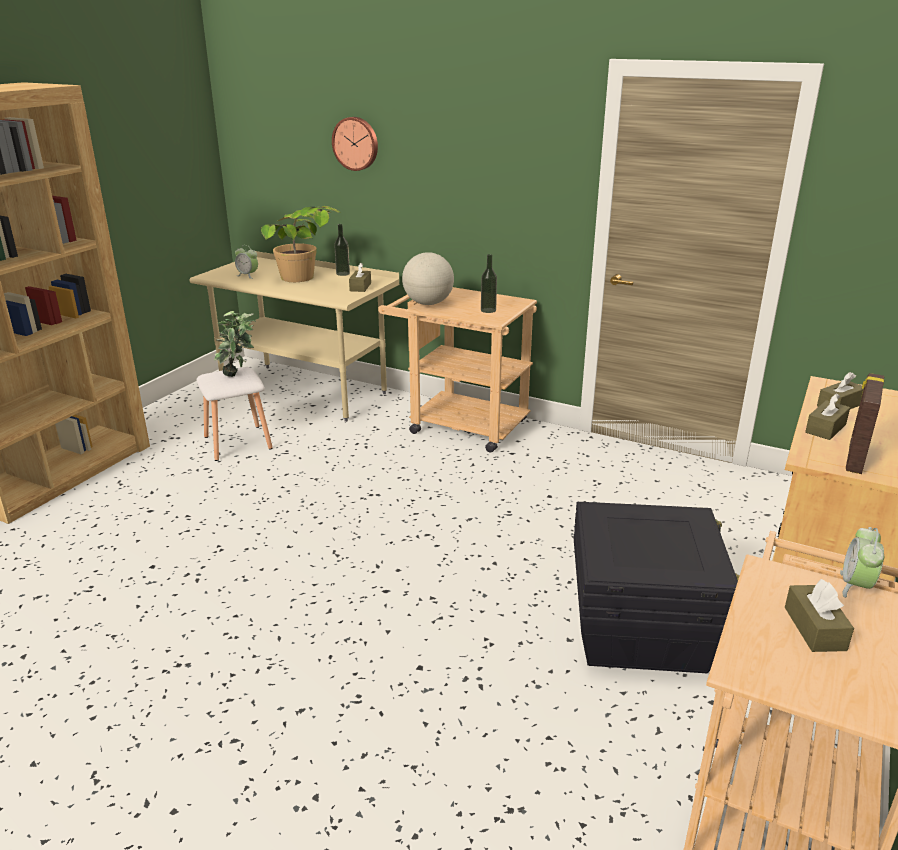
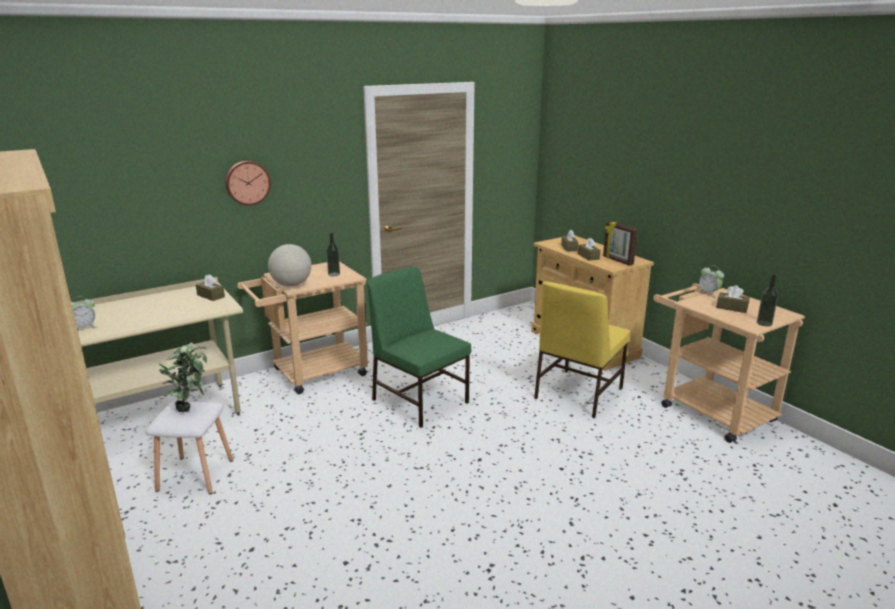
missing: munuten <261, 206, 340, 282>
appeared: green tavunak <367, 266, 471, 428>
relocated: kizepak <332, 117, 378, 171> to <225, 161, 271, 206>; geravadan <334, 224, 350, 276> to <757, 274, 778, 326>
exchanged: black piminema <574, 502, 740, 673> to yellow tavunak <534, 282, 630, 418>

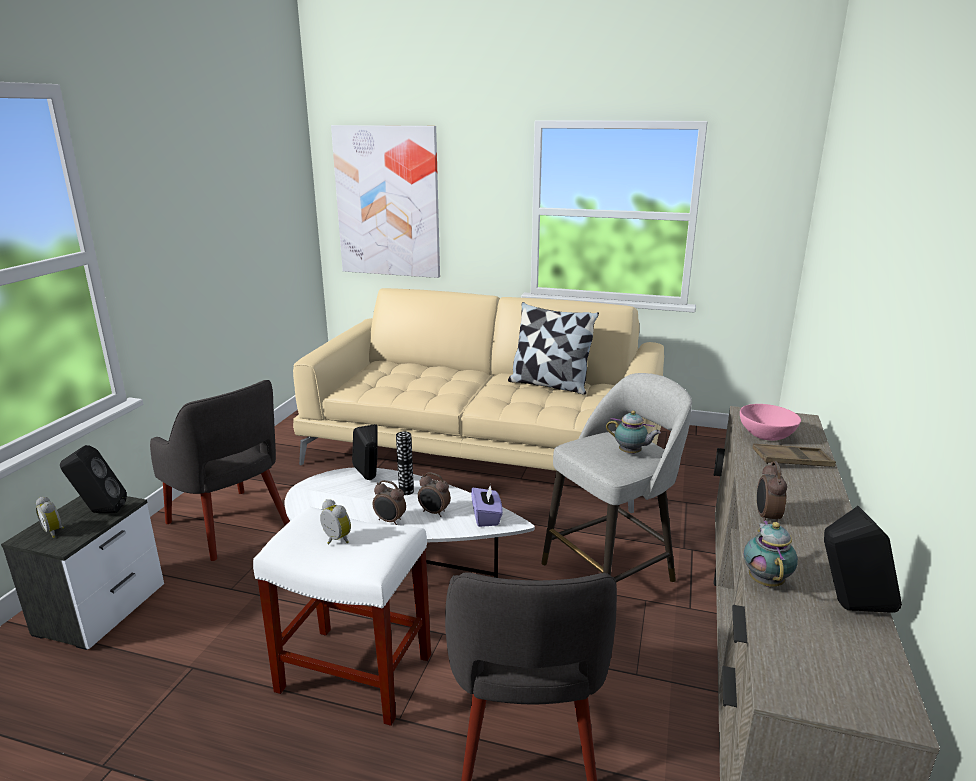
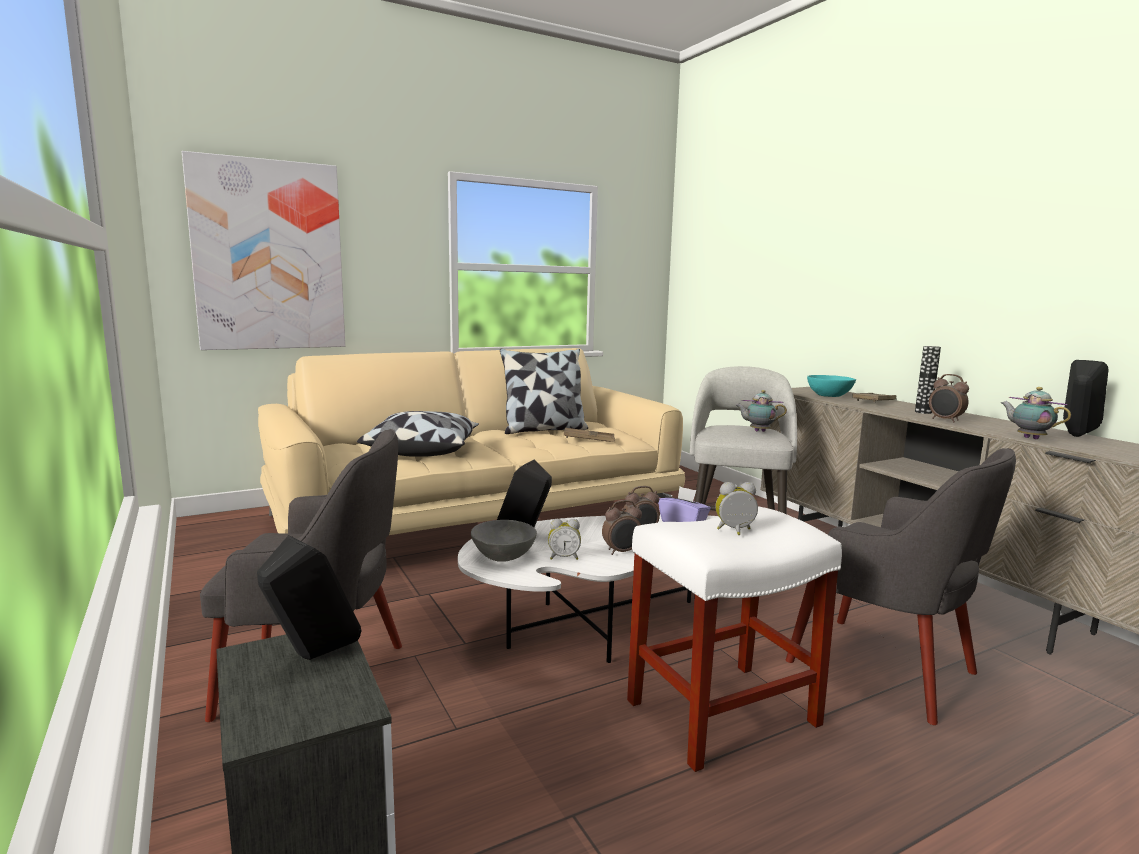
appeared: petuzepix <357, 411, 479, 457>; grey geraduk <471, 520, 537, 562>; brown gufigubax <564, 428, 615, 442>
relocated: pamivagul <36, 497, 64, 538> to <548, 519, 581, 560>; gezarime <396, 431, 414, 495> to <915, 346, 941, 414>
colour: pink geraduk <740, 404, 801, 441> to turquoise geraduk <807, 375, 856, 397>
spun: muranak <606, 411, 661, 454> = <735, 390, 787, 432> 150 degrees counterclockwise

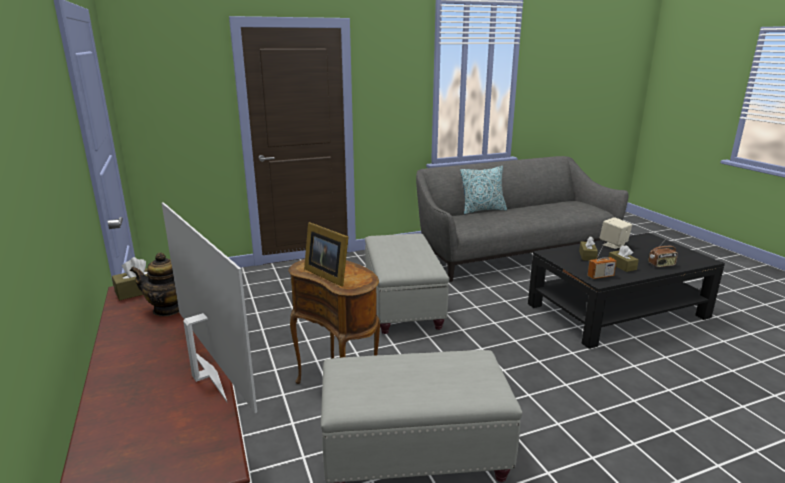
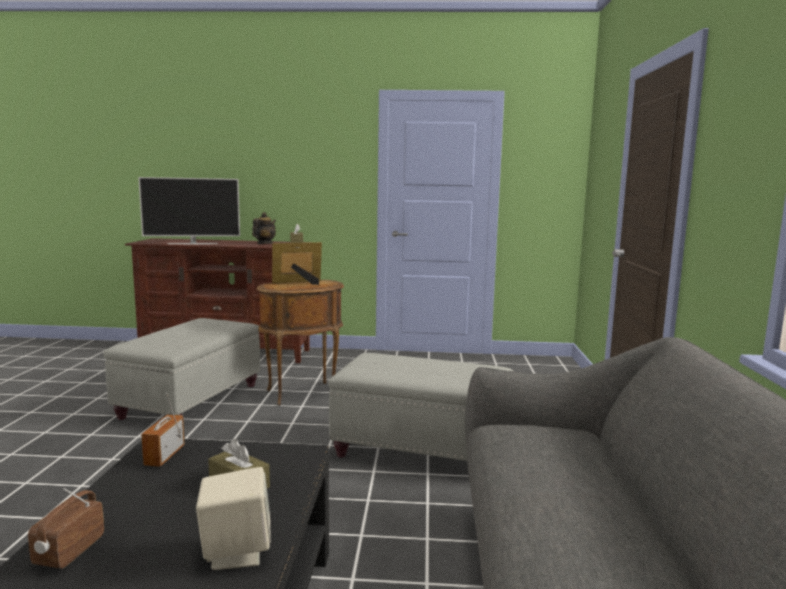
missing: petuzepix <460, 166, 507, 214>; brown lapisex <609, 245, 639, 272>

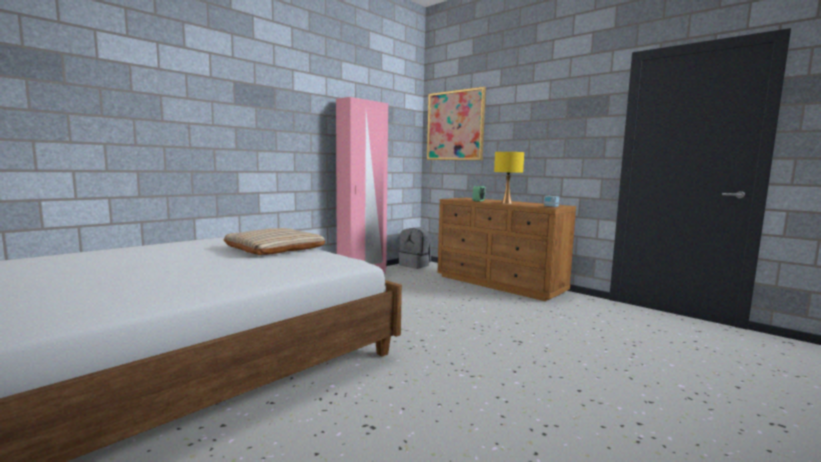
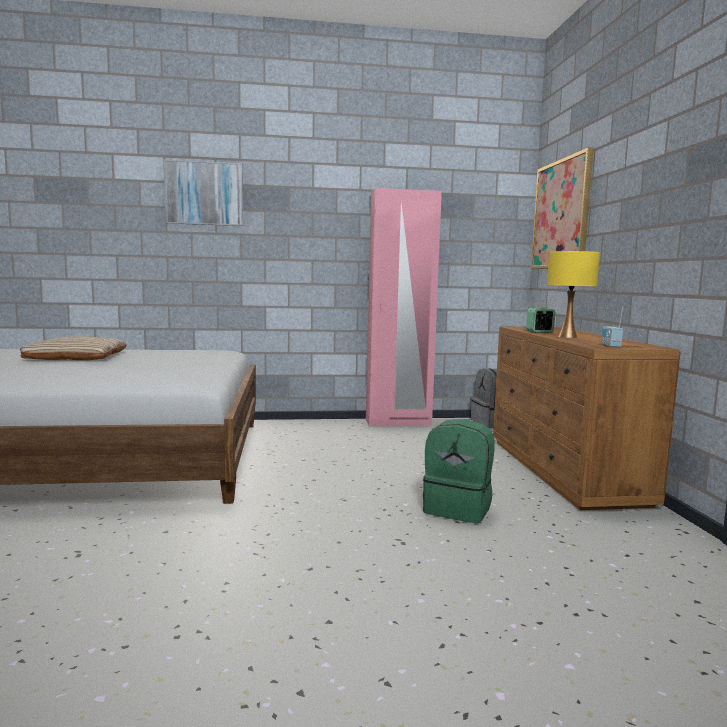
appeared: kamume <164, 160, 243, 226>; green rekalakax <423, 419, 495, 524>
relocated: beige petuzepix <224, 228, 325, 255> to <20, 336, 127, 360>

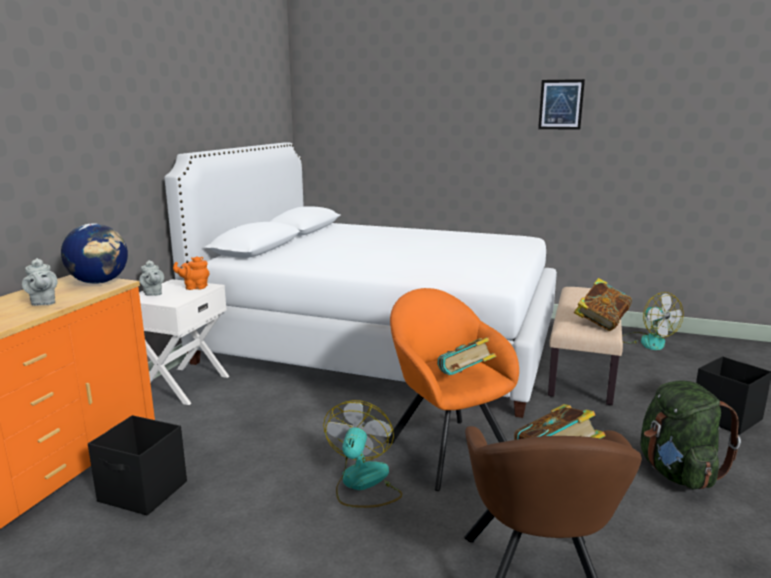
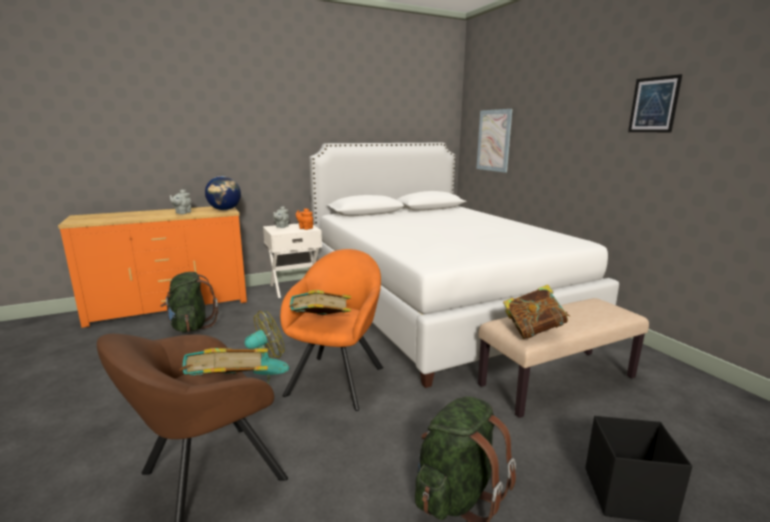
missing: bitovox <622, 292, 683, 350>
appeared: kamume <476, 109, 512, 173>
exchanged: black piminema <88, 415, 187, 515> to green rekalakax <161, 272, 218, 332>

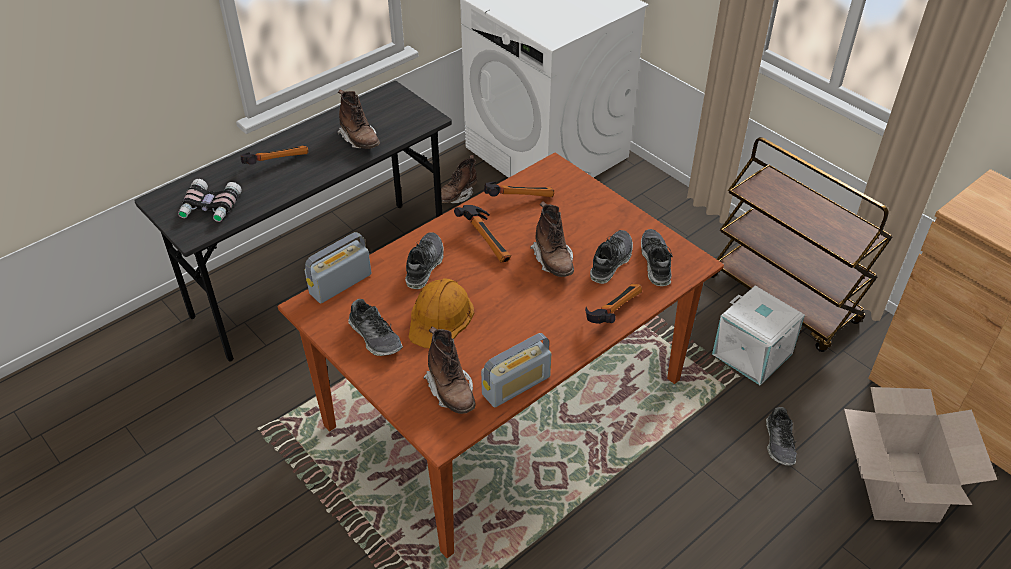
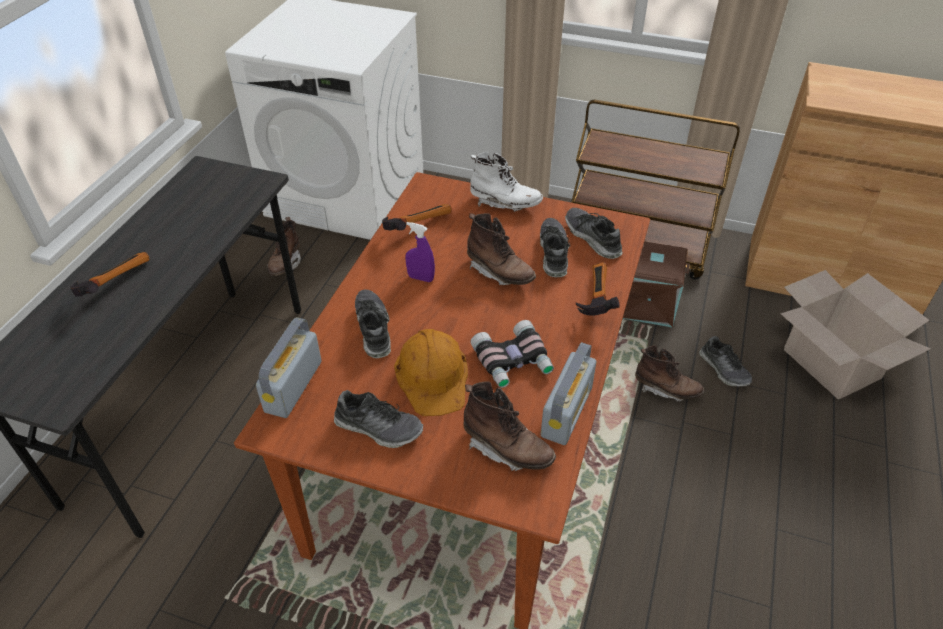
appeared: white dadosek <470, 152, 543, 212>
relocated: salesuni <178, 179, 242, 222> to <470, 320, 554, 388>; brown dadosek <337, 90, 380, 149> to <635, 345, 704, 402>
exchanged: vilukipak <454, 205, 511, 262> to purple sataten <405, 222, 435, 282>
colour: white piminema <712, 286, 805, 385> to brown piminema <623, 242, 690, 328>

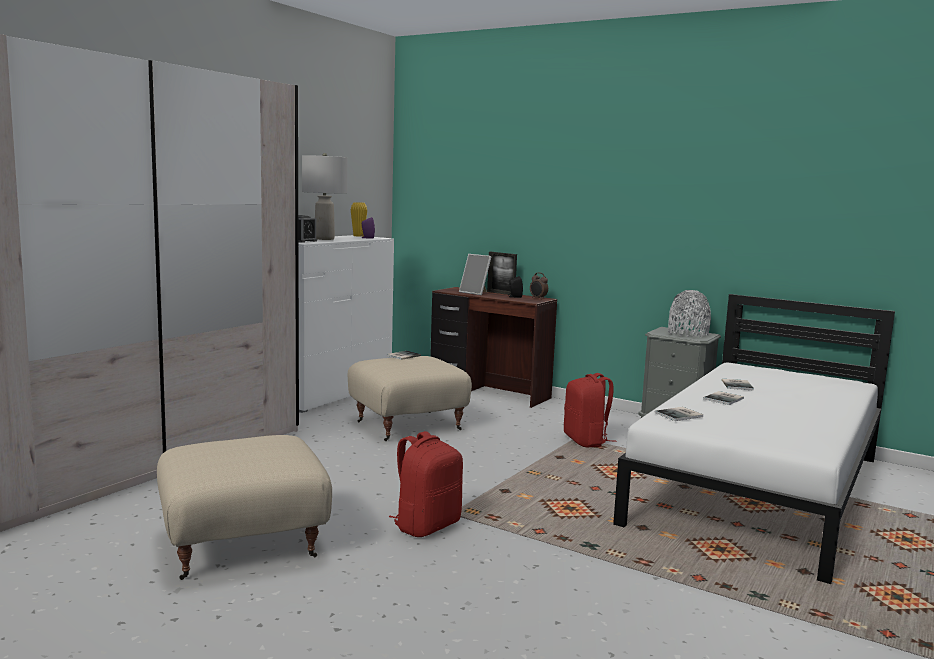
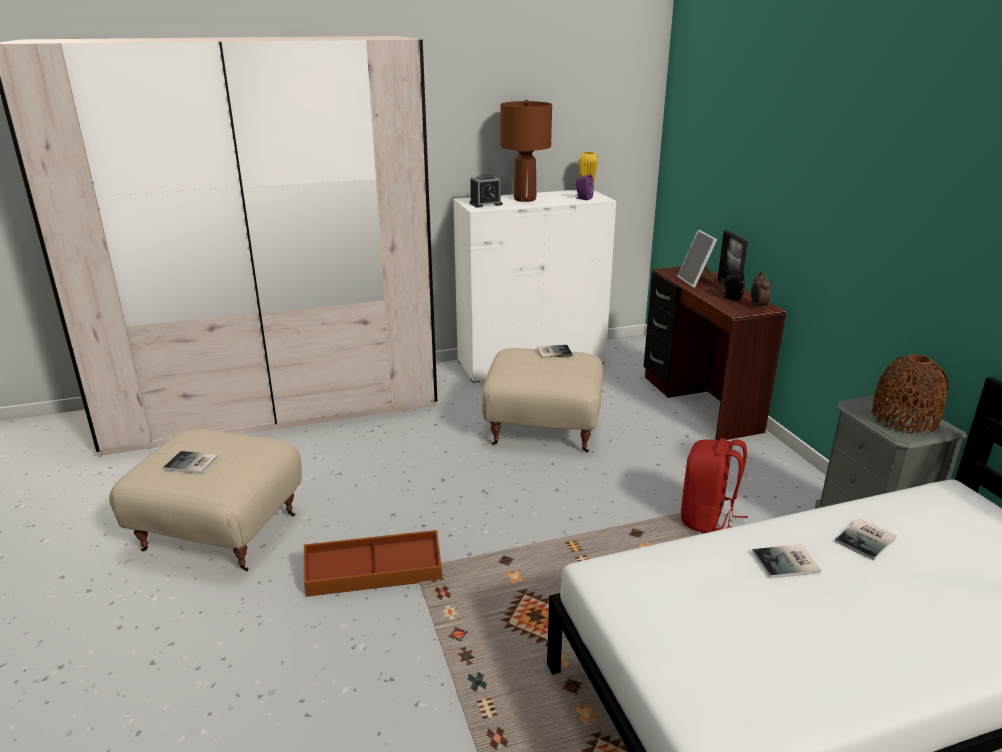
relocated: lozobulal <655, 407, 703, 421> to <163, 451, 219, 474>
exchanged: red rekalakax <389, 431, 463, 537> to brown piminema <304, 530, 442, 597>
colour: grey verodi <302, 153, 347, 240> to brown verodi <500, 100, 552, 202>; grey gezarime <668, 290, 711, 338> to brown gezarime <871, 354, 949, 434>

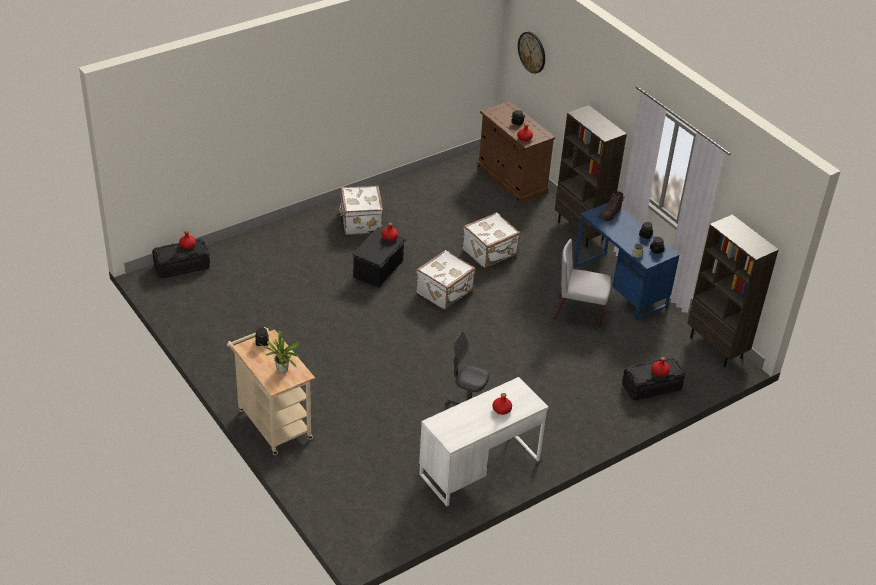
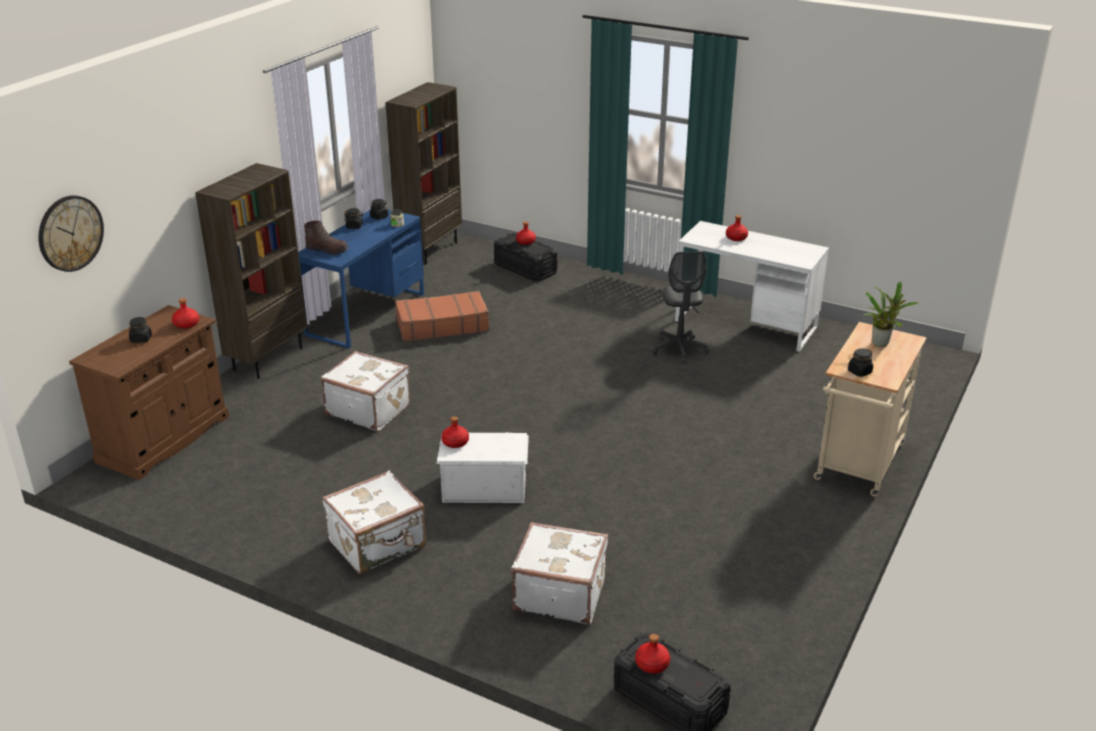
relocated: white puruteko <416, 250, 475, 310> to <511, 522, 608, 624>
exchanged: grey tavunak <553, 239, 612, 329> to brown puruteko <395, 291, 489, 342>
colour: black piminema <352, 227, 406, 287> to white piminema <436, 432, 529, 503>

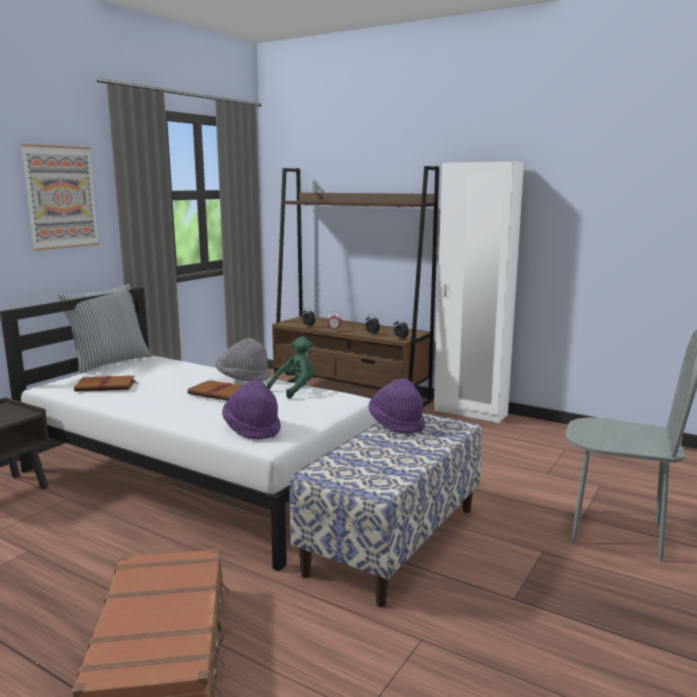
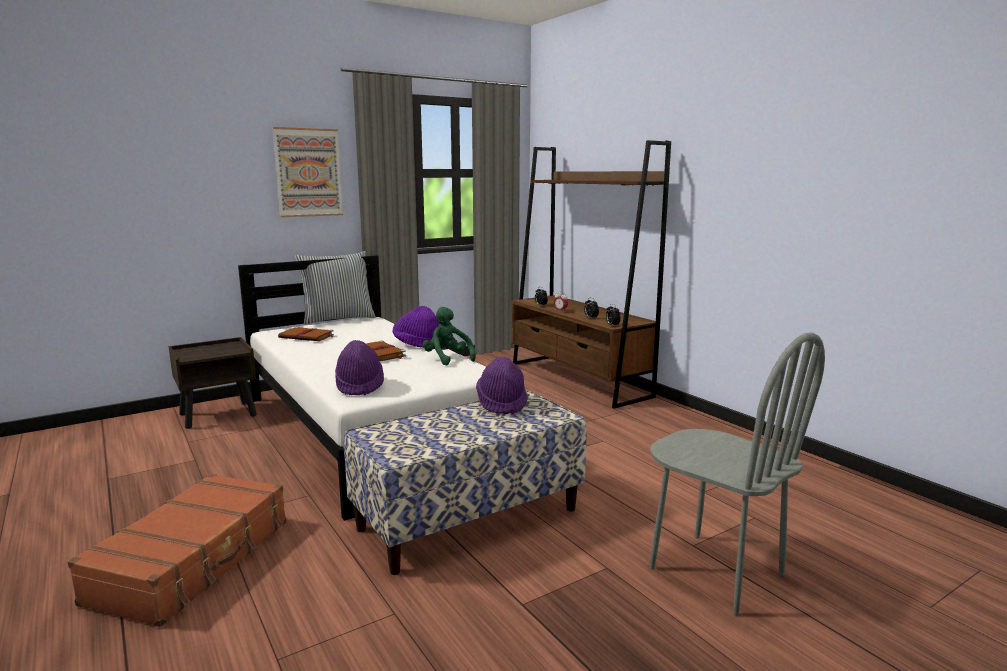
missing: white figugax <434, 161, 524, 423>
colour: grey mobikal <216, 338, 270, 381> to purple mobikal <393, 306, 439, 348>
spun: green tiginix <267, 337, 315, 399> = <423, 307, 476, 366> 105 degrees counterclockwise

